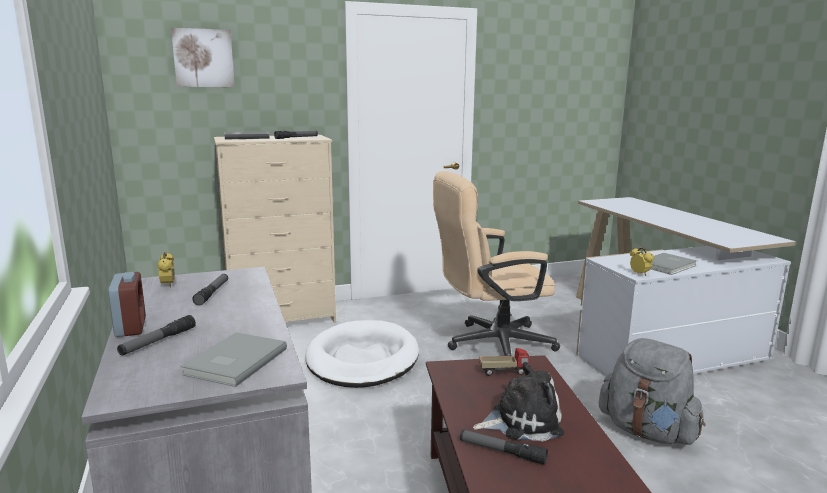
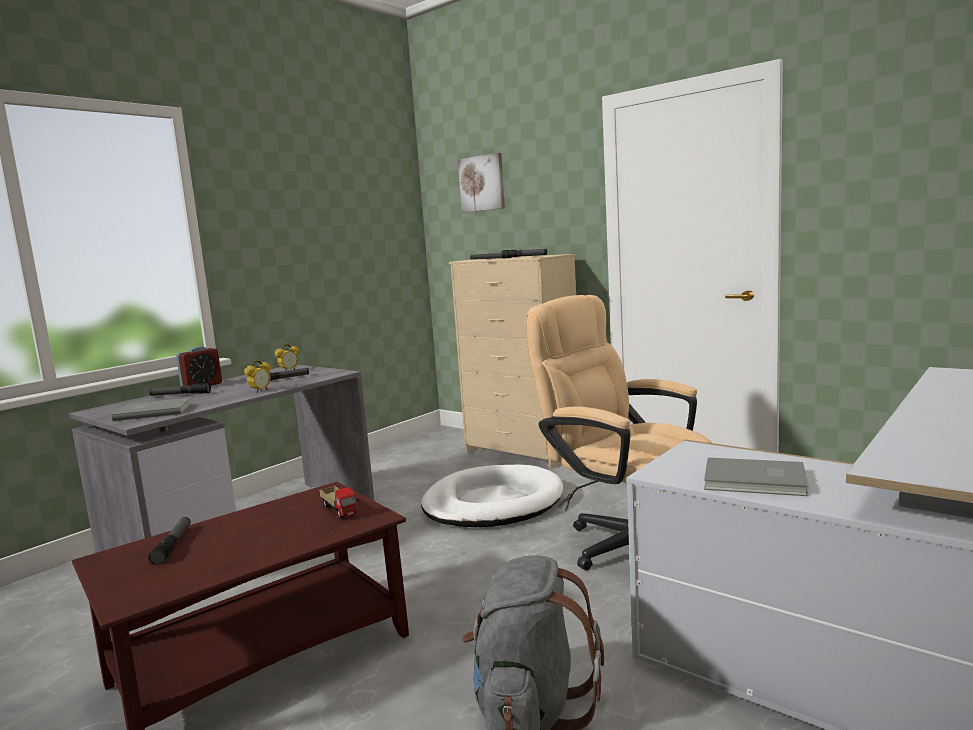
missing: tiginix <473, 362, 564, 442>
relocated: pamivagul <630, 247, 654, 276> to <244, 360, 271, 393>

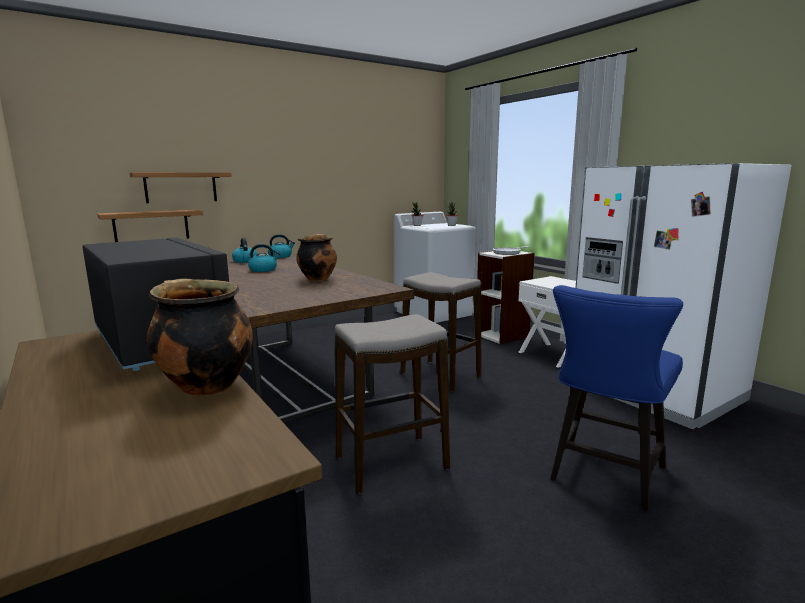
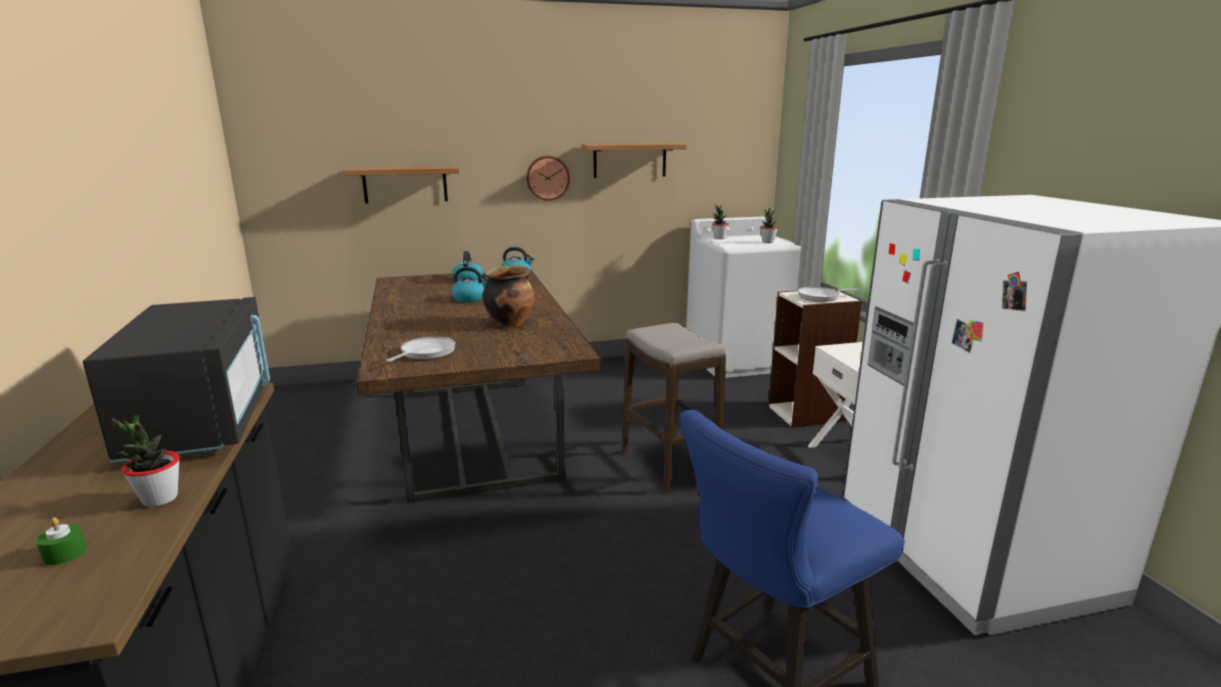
missing: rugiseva <335, 314, 450, 494>
appeared: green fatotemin <36, 517, 87, 565>; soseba <386, 337, 455, 362>; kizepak <526, 156, 570, 201>
relocated: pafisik <97, 210, 203, 242> to <581, 143, 687, 178>
exchanged: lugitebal <147, 279, 253, 396> to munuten <111, 415, 180, 507>

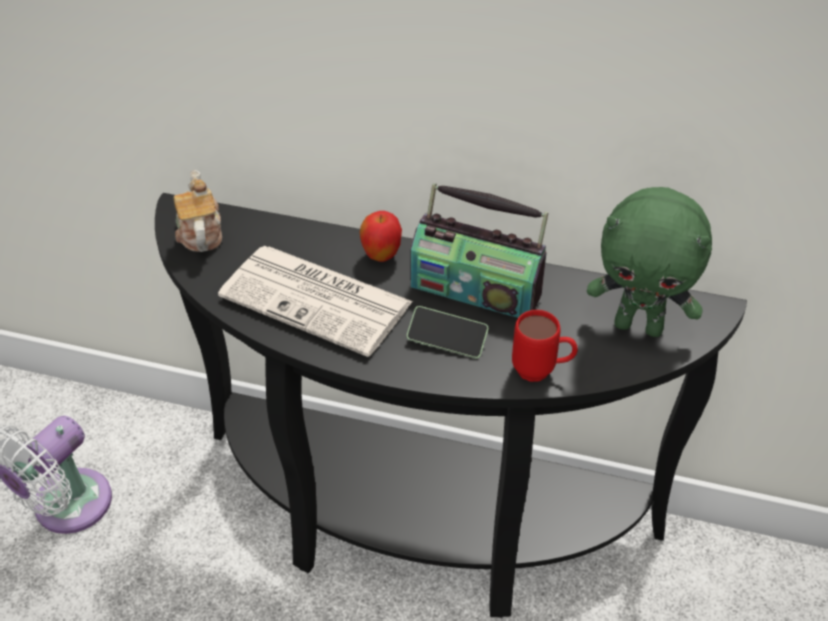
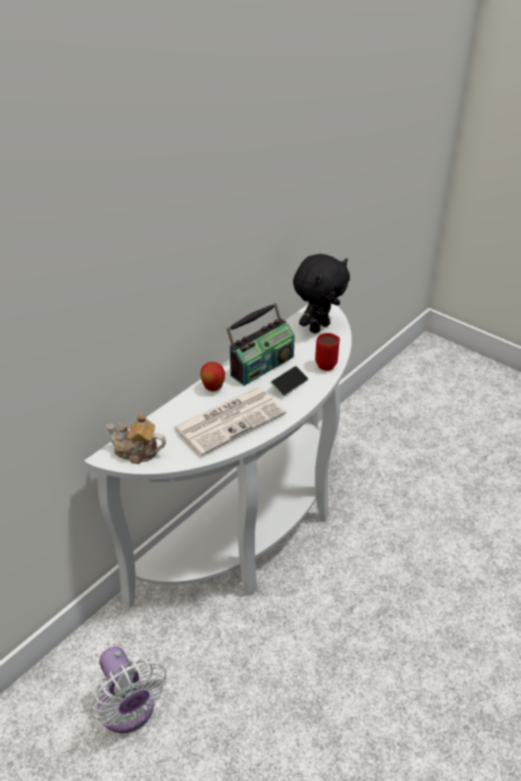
colour: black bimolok <155, 193, 747, 618> to white bimolok <84, 303, 352, 608>; green tiginix <587, 187, 712, 337> to black tiginix <293, 254, 350, 334>

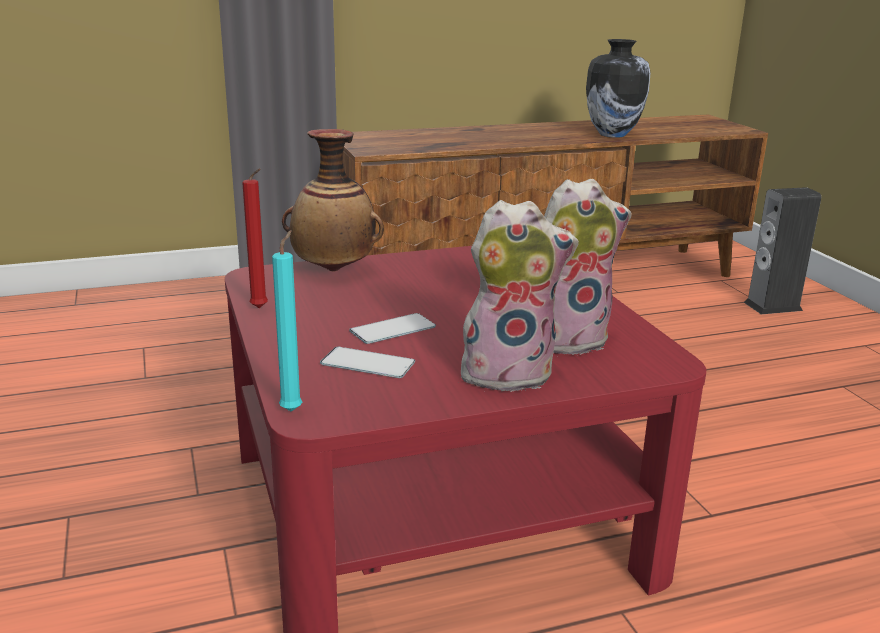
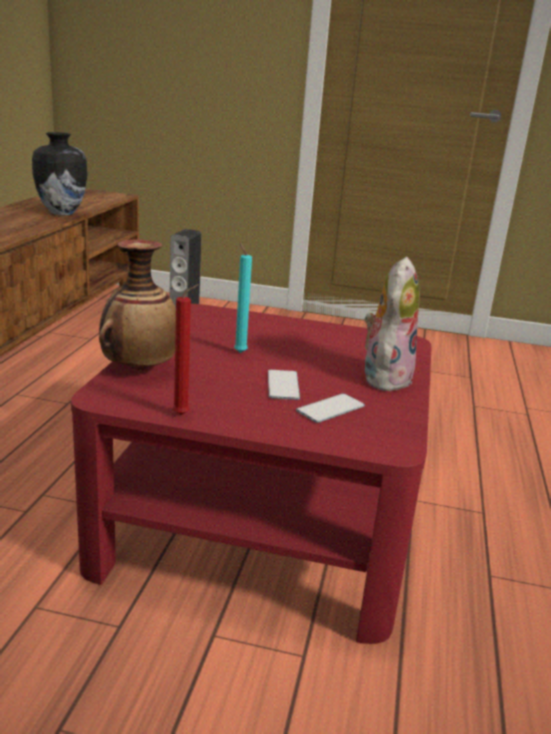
missing: tiginix <544, 179, 632, 357>
relocated: turquoise fatotemin <272, 230, 302, 411> to <234, 242, 252, 353>

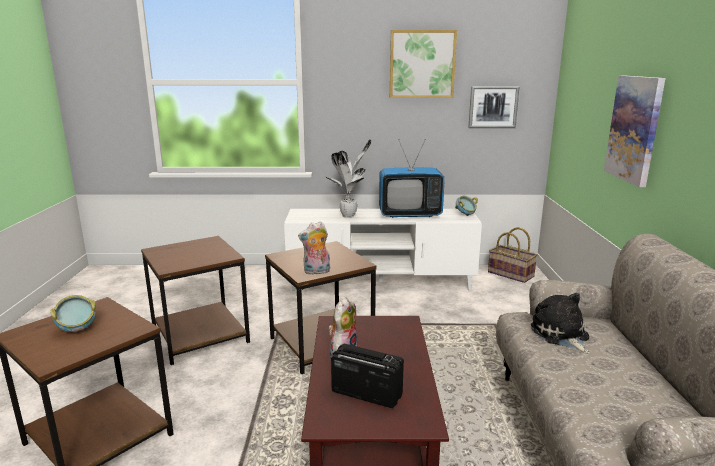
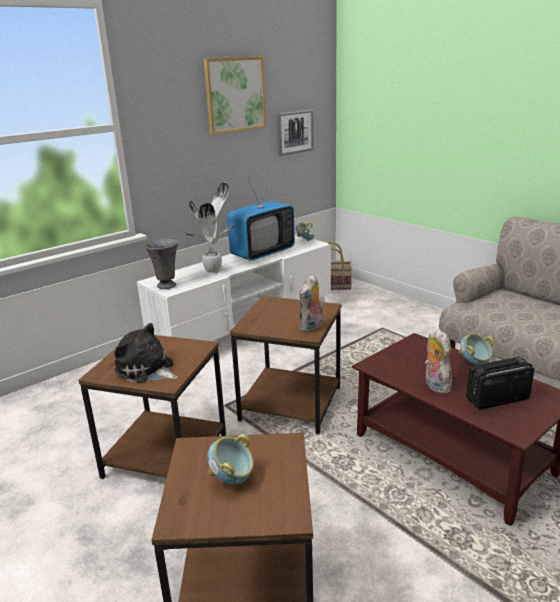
missing: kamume <604, 75, 665, 187>
appeared: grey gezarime <145, 238, 178, 289>; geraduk <459, 333, 495, 365>
relocated: tiginix <531, 293, 589, 353> to <114, 323, 178, 383>

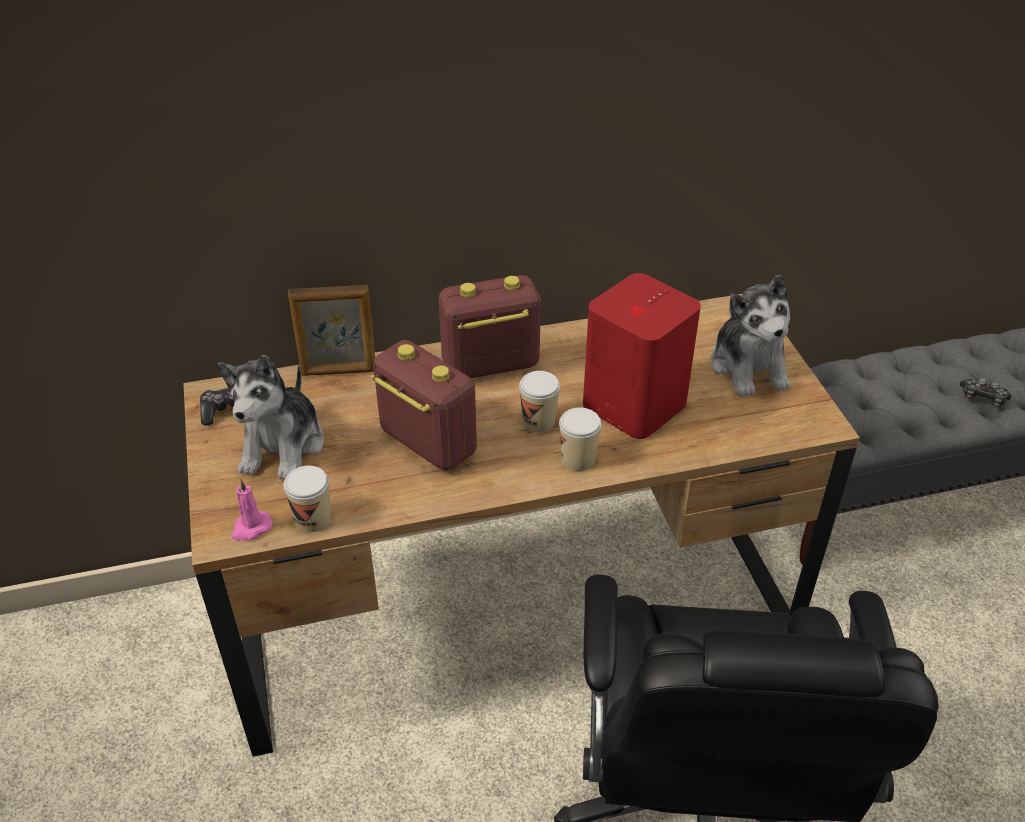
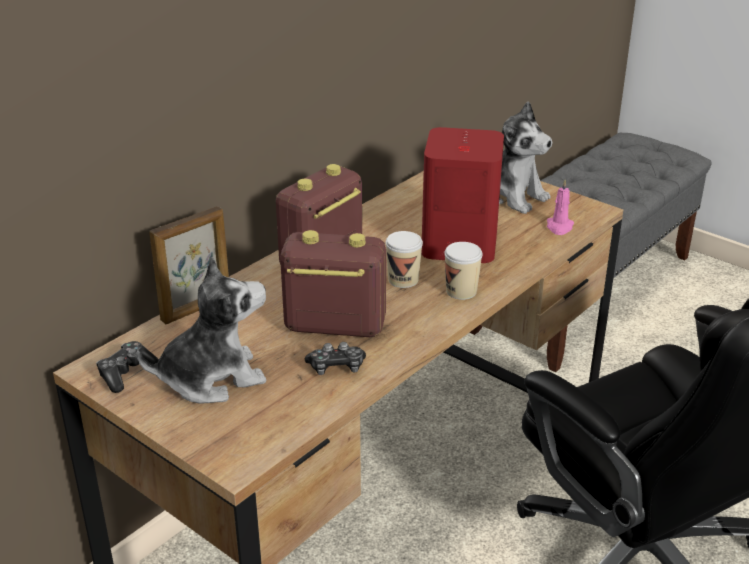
missing: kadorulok <283, 466, 331, 532>
relocated: pink fatotemin <231, 479, 272, 541> to <547, 180, 574, 235>; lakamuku <960, 377, 1011, 408> to <304, 342, 366, 375>
spun: tiginix <218, 355, 324, 480> = <137, 257, 267, 404> 90 degrees counterclockwise

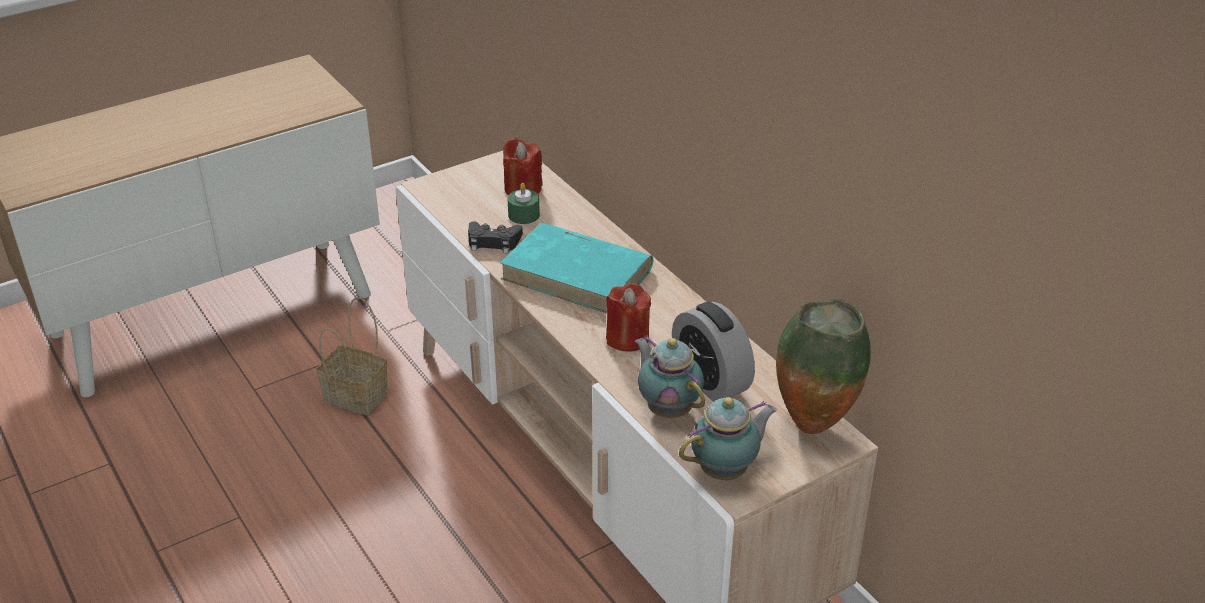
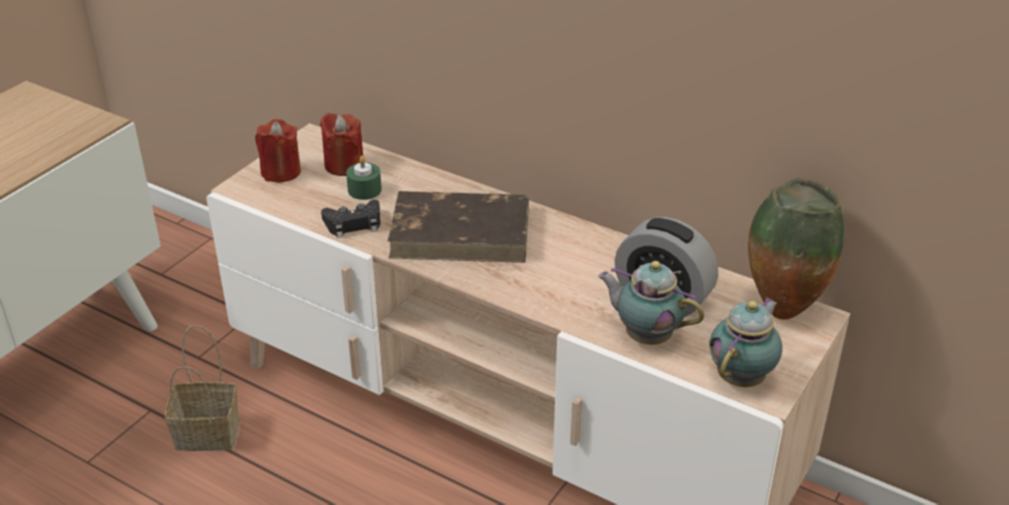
relocated: red fatotemin <606, 283, 651, 352> to <255, 119, 301, 182>
colour: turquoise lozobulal <500, 223, 653, 313> to brown lozobulal <387, 191, 529, 263>

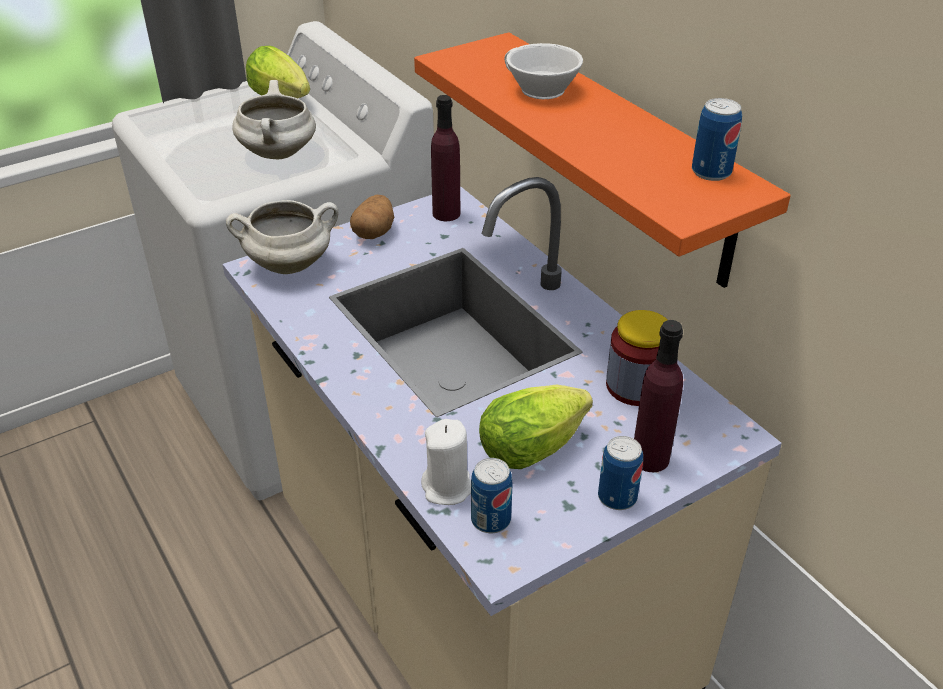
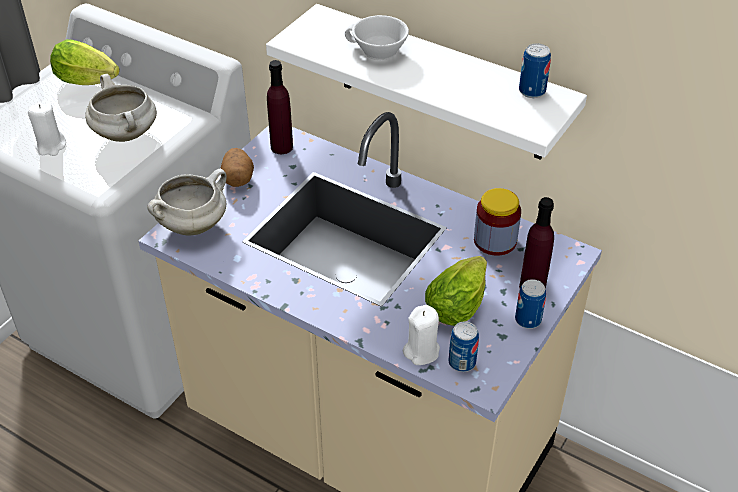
appeared: white fatotemin <28, 103, 66, 156>
colour: orange pafisik <414, 32, 791, 288> to white pafisik <266, 4, 587, 160>

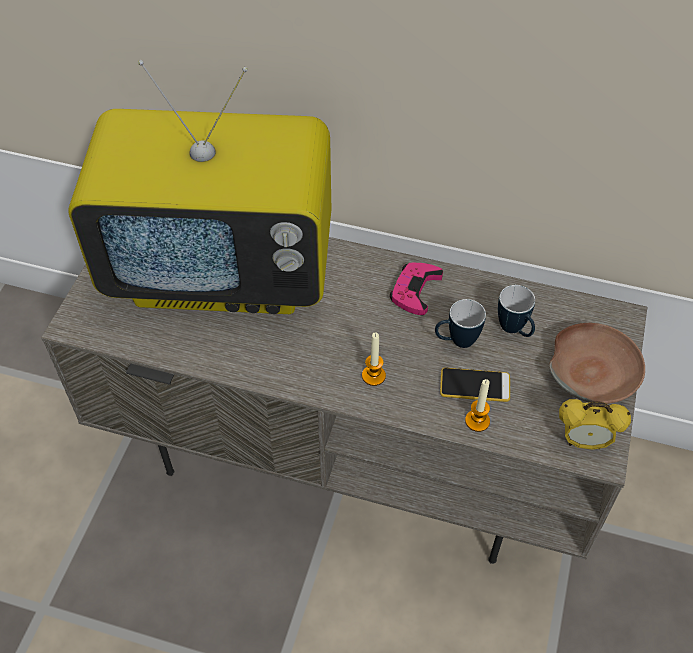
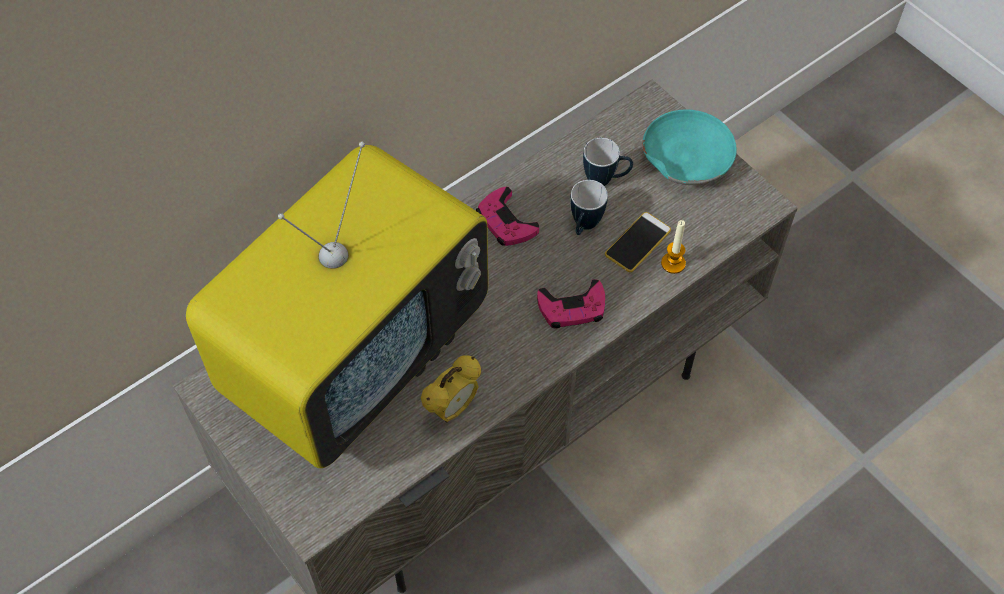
relocated: pamivagul <559, 399, 631, 450> to <421, 356, 481, 422>
exchanged: fatotemin <362, 332, 386, 386> to pink lakamuku <537, 279, 605, 329>
colour: brown geraduk <549, 323, 645, 404> to turquoise geraduk <642, 109, 737, 185>

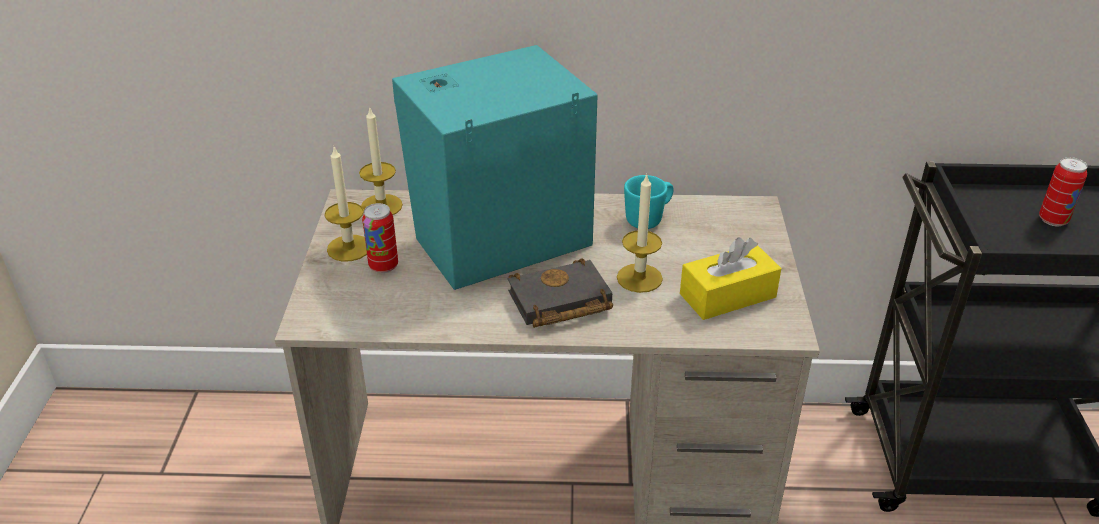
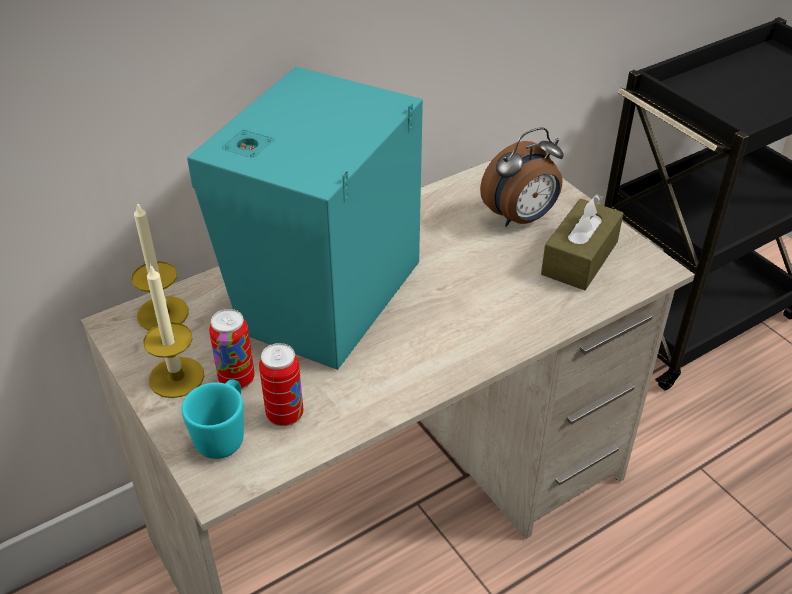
missing: black lozobulal <508, 259, 613, 328>; fatotemin <617, 174, 663, 293>
appeared: pamivagul <480, 127, 564, 227>
relocated: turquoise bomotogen <624, 175, 674, 229> to <182, 379, 244, 459>; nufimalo <1039, 157, 1087, 226> to <259, 343, 304, 426>
colour: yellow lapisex <680, 237, 781, 320> to brown lapisex <541, 194, 624, 290>

